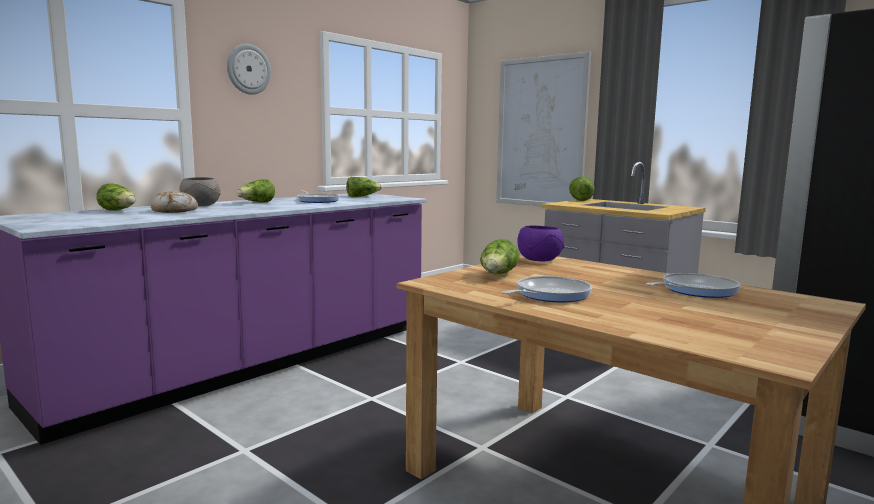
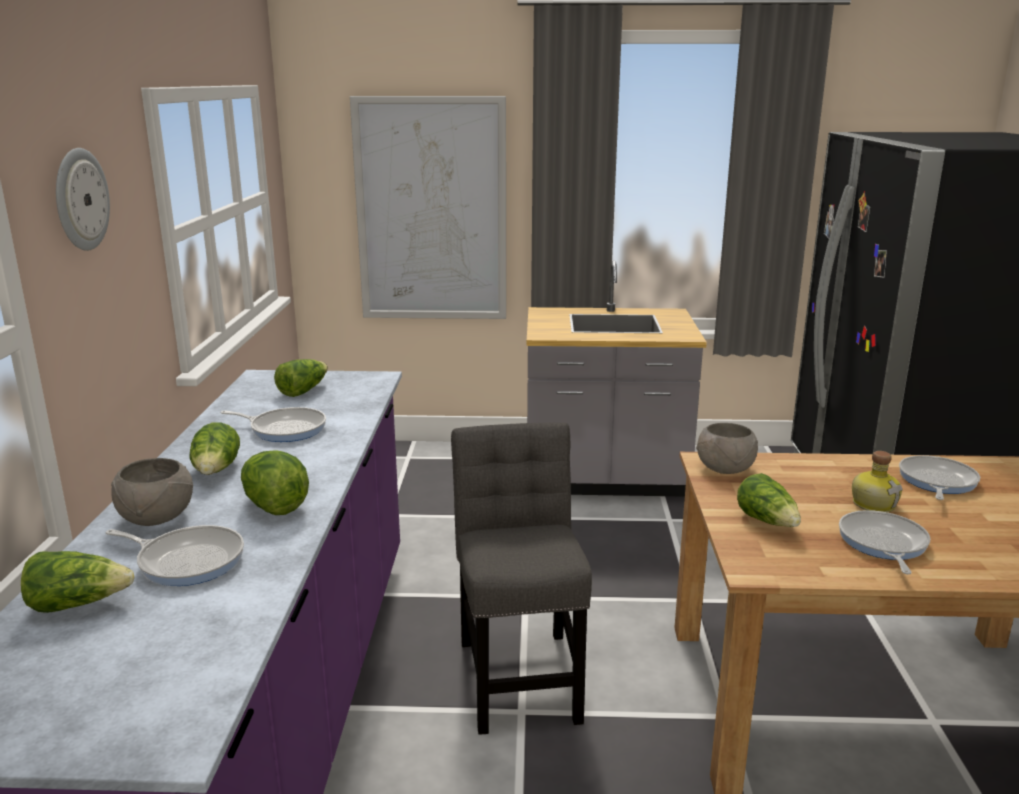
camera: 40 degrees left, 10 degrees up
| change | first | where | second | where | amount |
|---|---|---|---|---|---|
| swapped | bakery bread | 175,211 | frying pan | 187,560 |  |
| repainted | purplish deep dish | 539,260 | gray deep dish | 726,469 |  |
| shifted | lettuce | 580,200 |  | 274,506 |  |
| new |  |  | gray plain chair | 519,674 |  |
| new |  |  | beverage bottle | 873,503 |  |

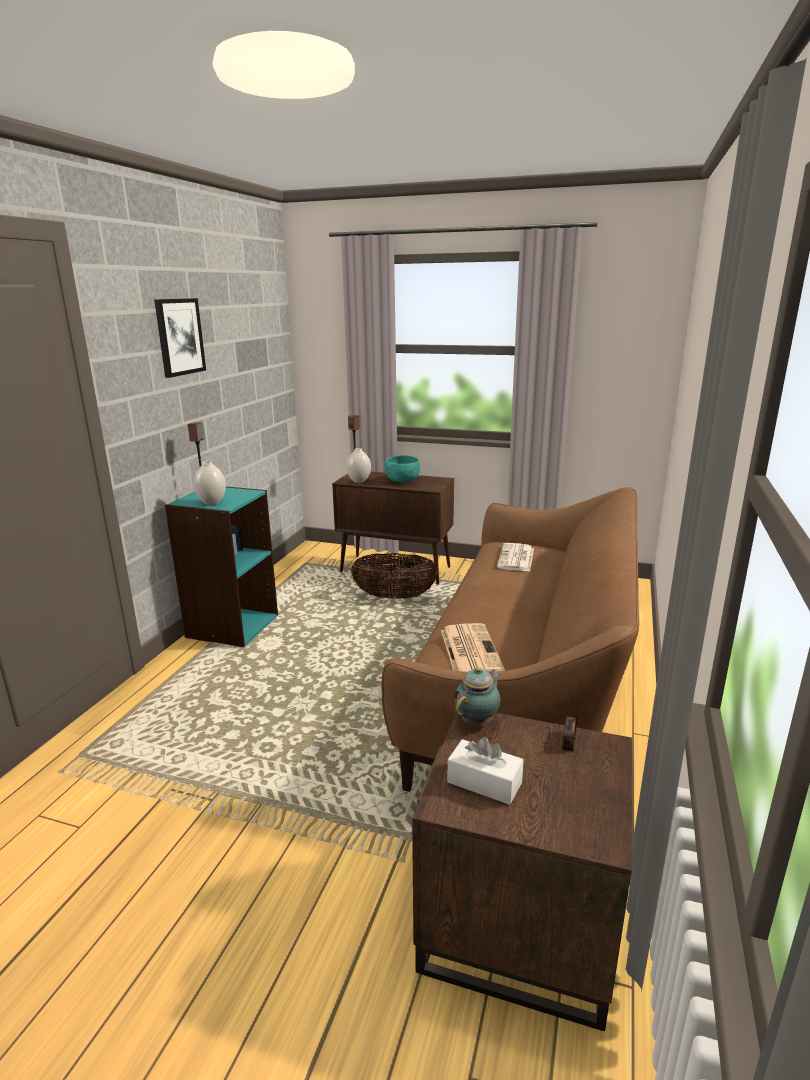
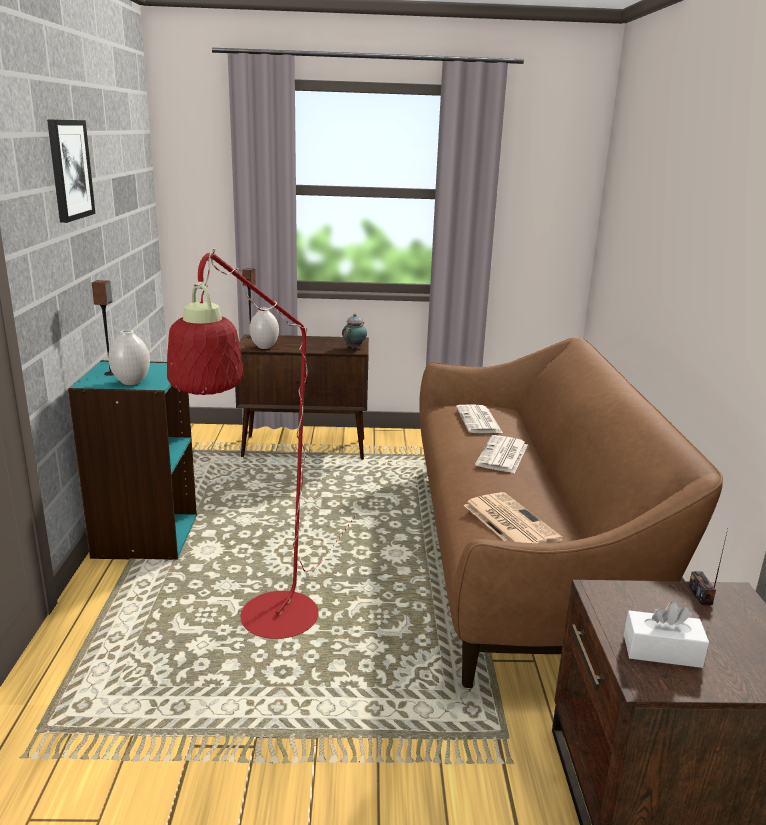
camera: 20 degrees left, 0 degrees up
| change | first | where | second | where | amount |
|---|---|---|---|---|---|
| gone | household basket | 394,597 |  |  |  |
| gone | turquoise-coloured deep dish | 402,481 |  |  |  |
| shifted | pot for tea | 478,721 |  | 355,347 |  |
| new |  |  | reddish standing lamp | 270,627 |  |
| new |  |  | printed paper | 502,455 |  |

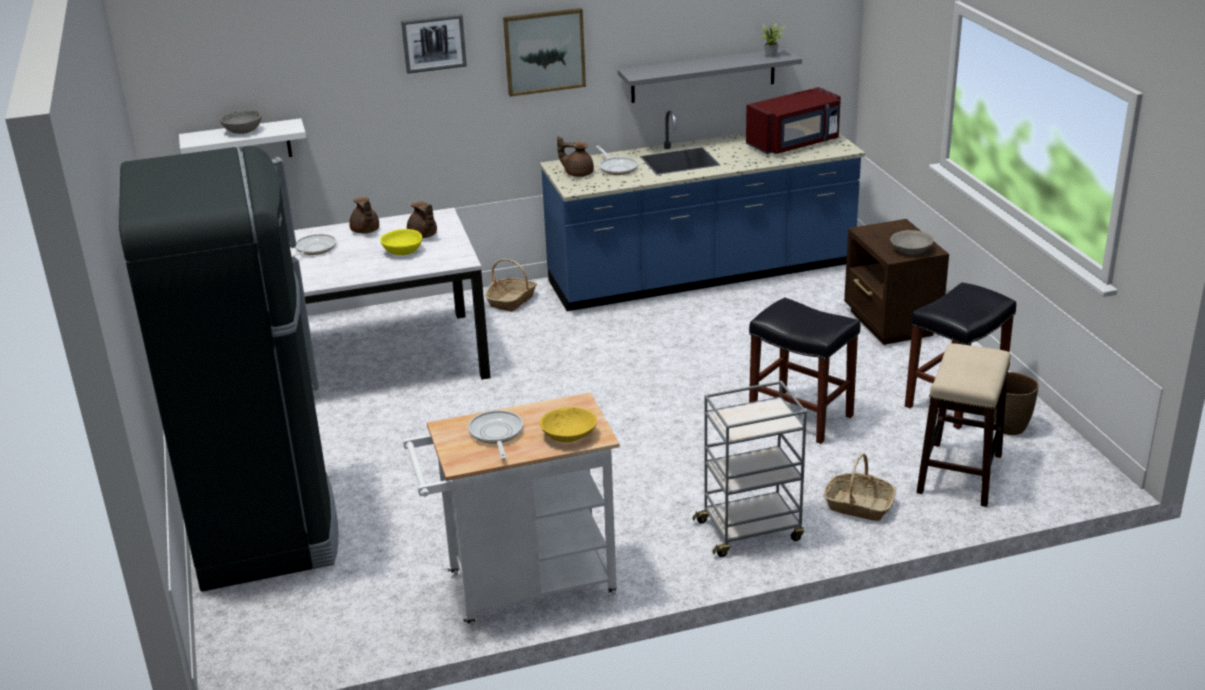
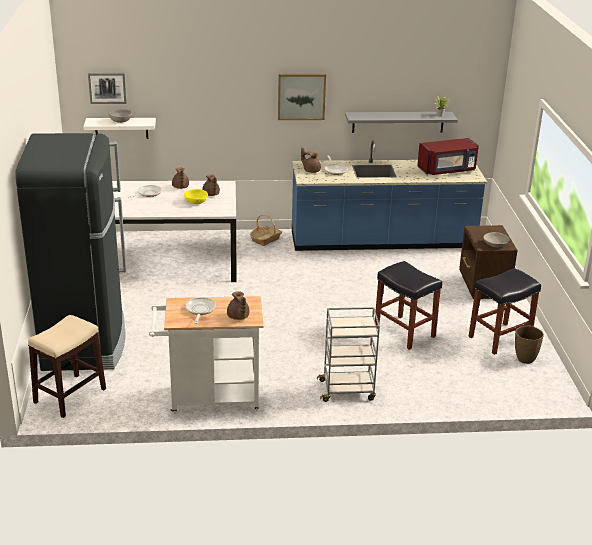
camera: 10 degrees right, 0 degrees up
| change | first | where | second | where | amount |
|---|---|---|---|---|---|
| shifted | picture | 433,43 |  | 107,88 |  |
| swapped | yellow-coloured deep dish | 569,435 | brown pot for tea | 238,317 |  |
| gone | household basket | 858,506 |  |  |  |
| shifted | sitting stool | 959,474 |  | 69,396 |  |

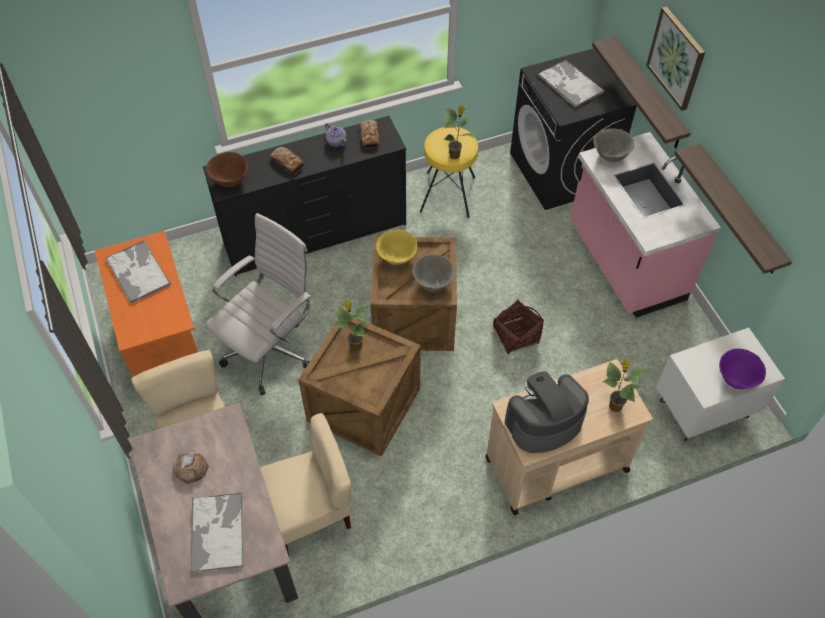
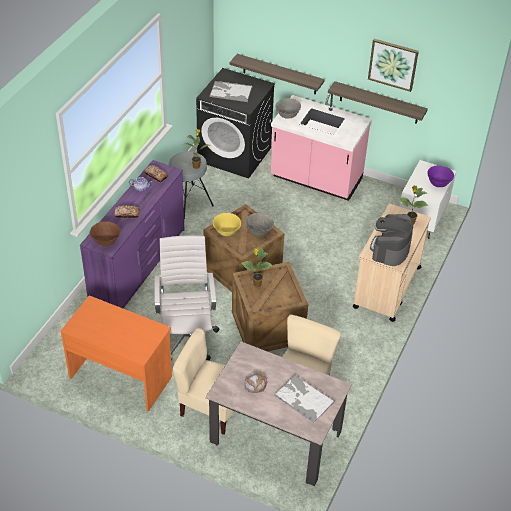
camera: 45 degrees left, 10 degrees down
| change | first | where | second | where | amount |
|---|---|---|---|---|---|
| gone | serving tray | 137,271 |  |  |  |
| repainted | blackish chest of drawers | 316,235 | purplish chest of drawers | 139,266 |  |
| repainted | yellow-coloured sitting stool | 448,194 | gray sitting stool | 188,201 |  |
| gone | household basket | 516,336 |  |  |  |
| shifted | picture | 676,58 |  | 393,64 |  |

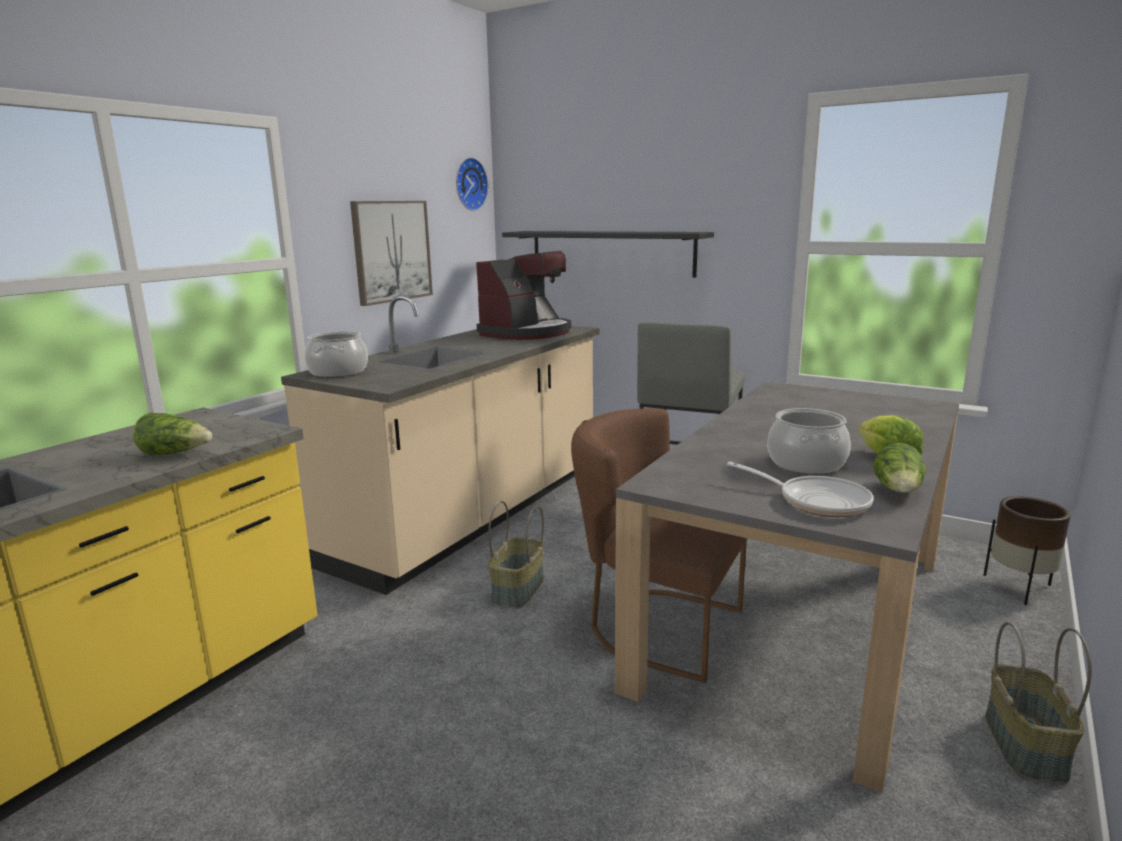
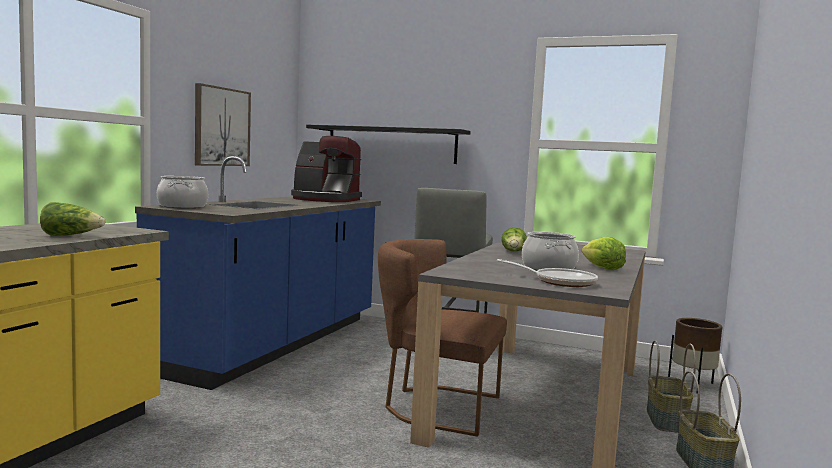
camera: 10 degrees left, 10 degrees down
| change | first | where | second | where | amount |
|---|---|---|---|---|---|
| repainted | beige kitchen counter | 473,515 | bluish kitchen counter | 275,343 |  |
| gone | clock on the wall | 469,184 |  |  |  |
| rotated | coffee brewer | 527,333 |  | 325,199 | 75 degrees clockwise |
| shifted | household basket | 518,590 |  | 667,420 |  |
| shifted | lettuce | 898,491 |  | 514,252 |  |

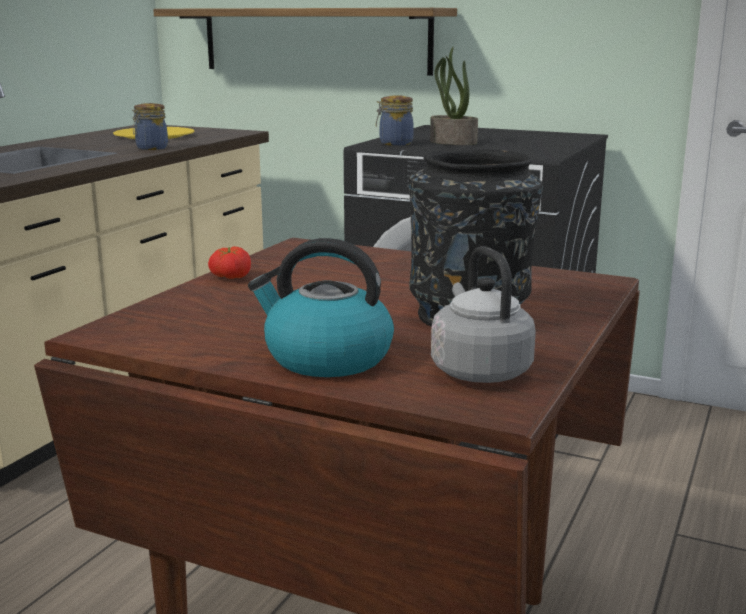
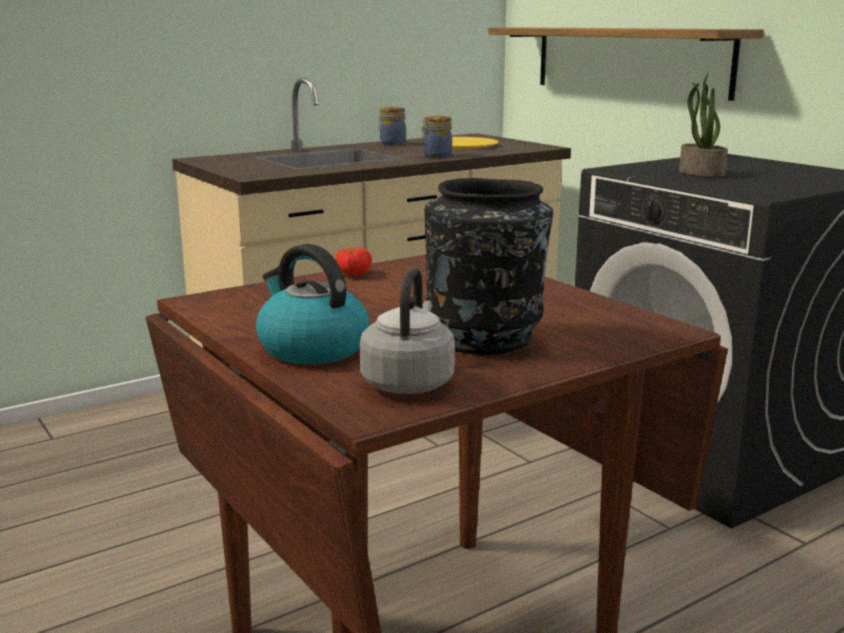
camera: 30 degrees right, 0 degrees up
| change | first | where | second | where | amount |
|---|---|---|---|---|---|
| shifted | preserve jar | 394,143 |  | 391,143 |  |

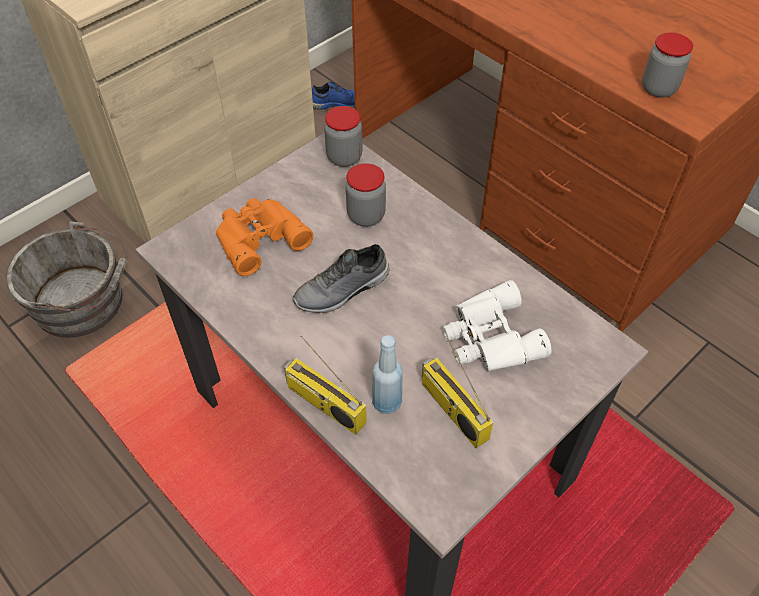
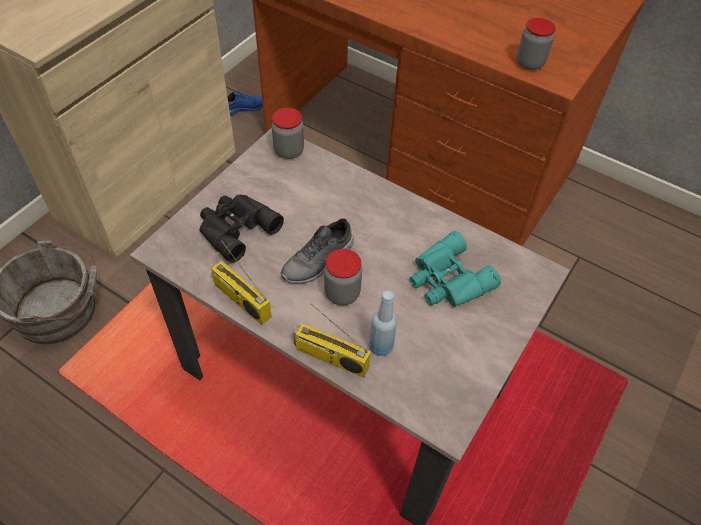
camera: 15 degrees left, 0 degrees up
| change | first | where | second | where | amount |
|---|---|---|---|---|---|
| repainted | orange field glasses | 258,237 | blackish field glasses | 235,228 |  |
| shifted | preserve jar | 366,216 |  | 342,293 |  |
| shifted | radio | 452,410 |  | 240,300 |  |
| repainted | white-coloured field glasses | 489,338 | turquoise-coloured field glasses | 447,280 |  |

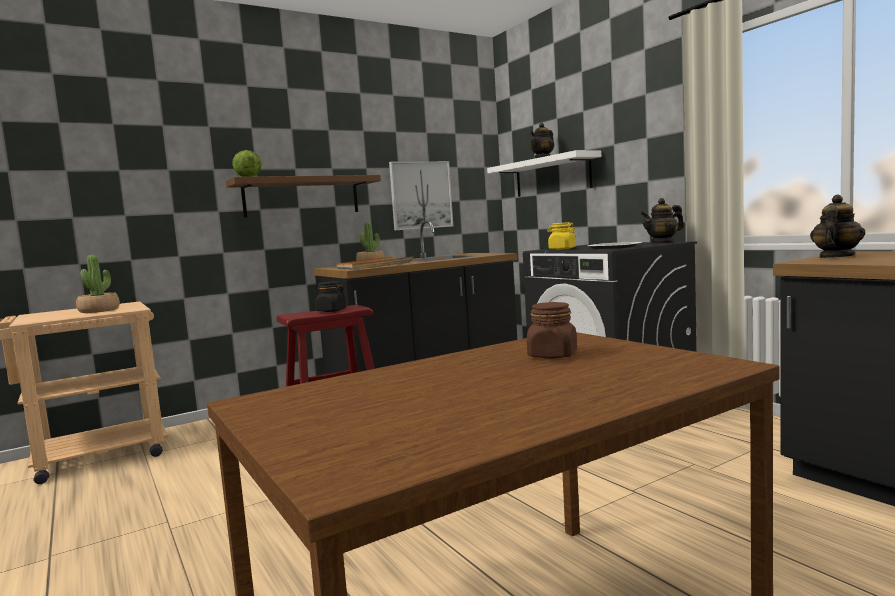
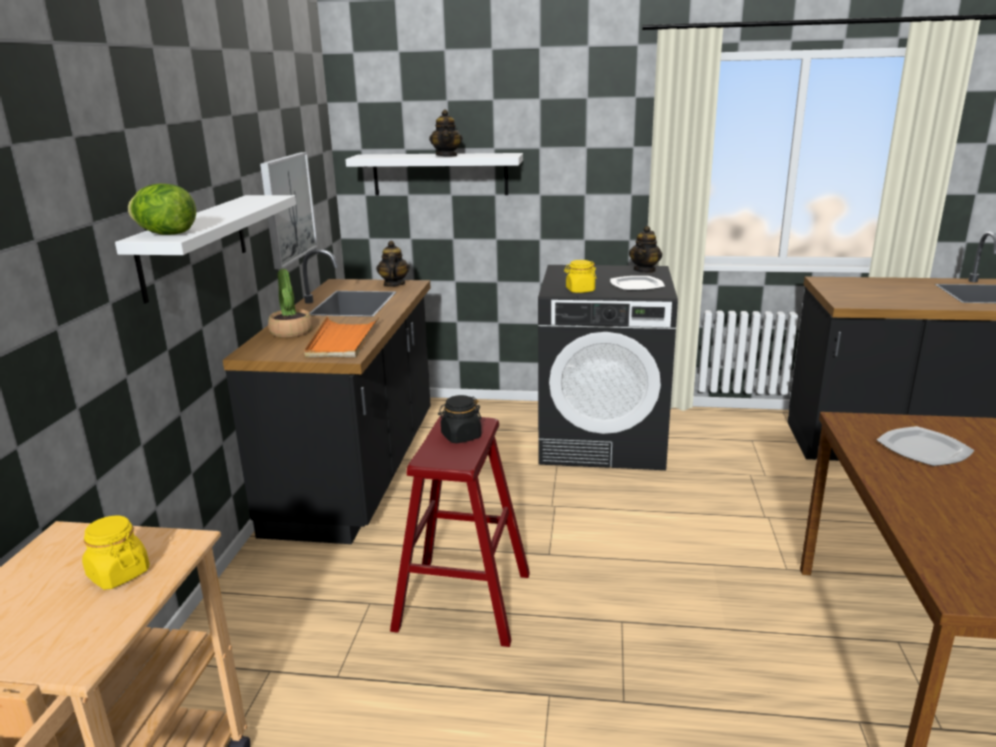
camera: 50 degrees left, 15 degrees up
| change | first | where | second | where | amount |
|---|---|---|---|---|---|
| swapped | houseplant | 99,310 | yellow-coloured preserve jar | 118,574 |  |
| repainted | brown shelf | 302,197 | white-coloured shelf | 195,245 |  |
| swapped | brown preserve jar | 552,355 | flat dish | 922,449 |  |
| shifted | pot for tea | 836,257 |  | 394,284 |  |

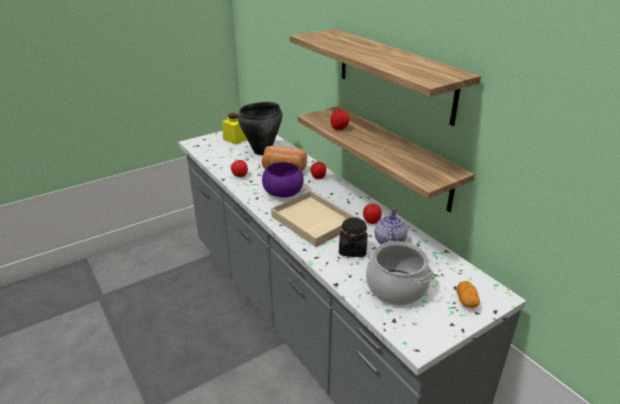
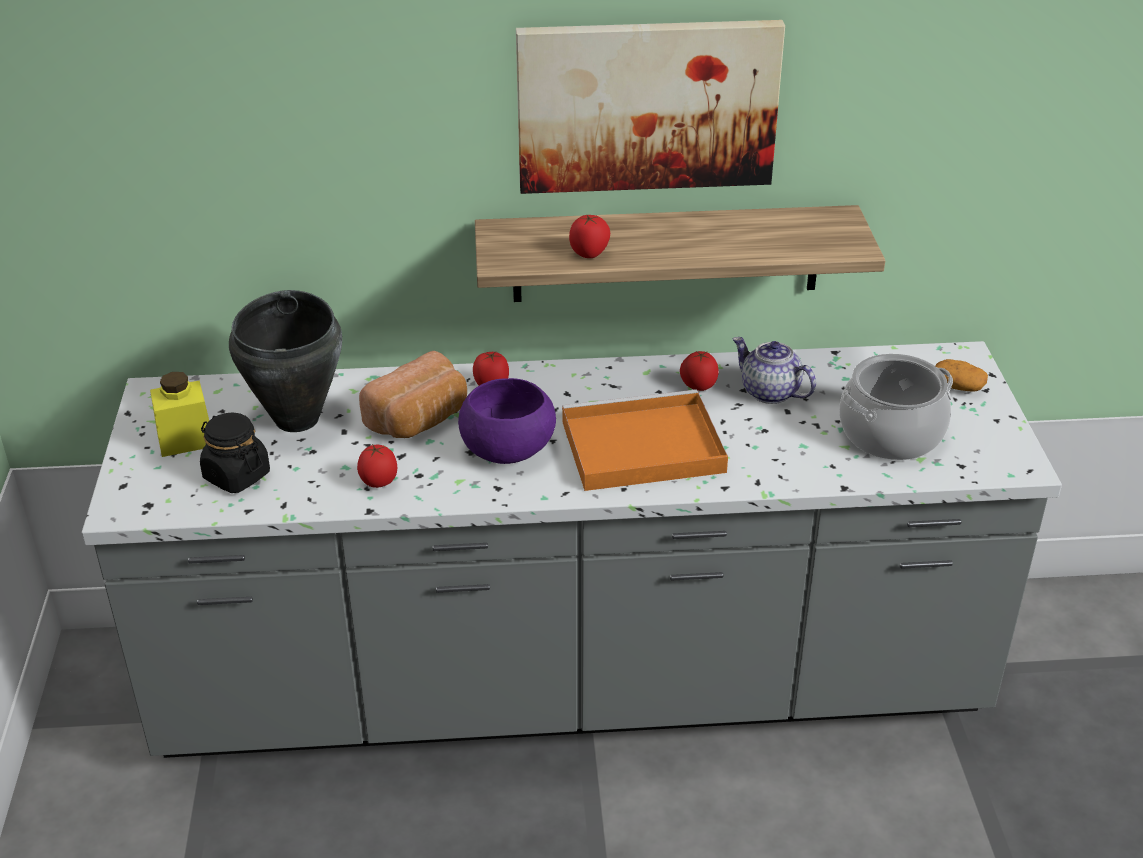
camera: 60 degrees left, 5 degrees up
| change | first | where | second | where | amount |
|---|---|---|---|---|---|
| repainted | beige serving tray | 312,220 | orange serving tray | 639,447 |  |
| swapped | shelf | 394,74 | picture | 647,105 |  |
| shifted | blackish preserve jar | 352,250 |  | 236,476 |  |

